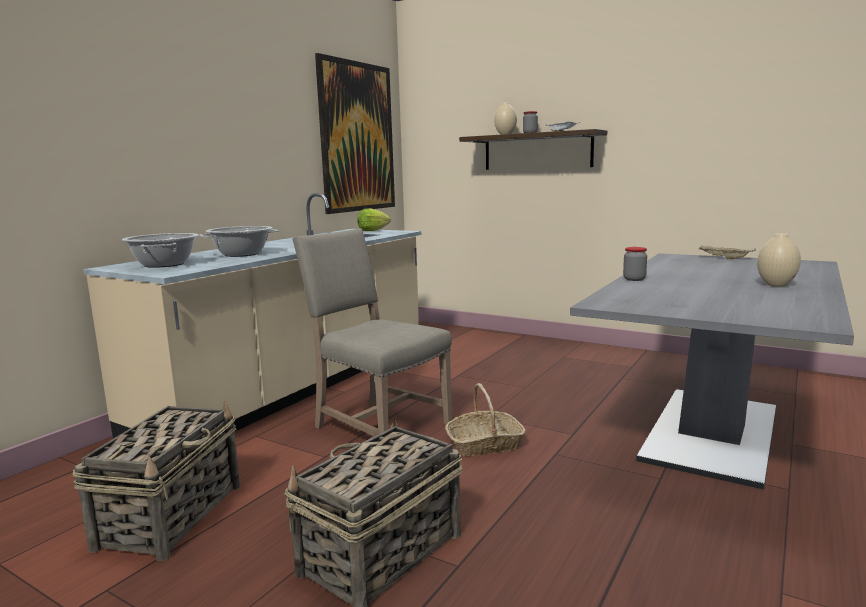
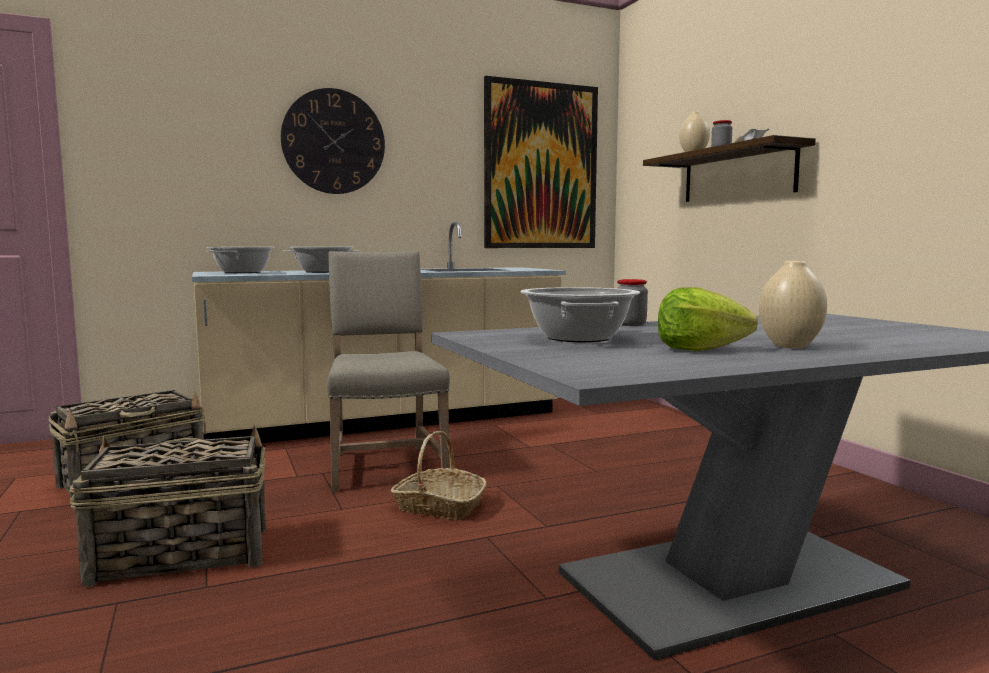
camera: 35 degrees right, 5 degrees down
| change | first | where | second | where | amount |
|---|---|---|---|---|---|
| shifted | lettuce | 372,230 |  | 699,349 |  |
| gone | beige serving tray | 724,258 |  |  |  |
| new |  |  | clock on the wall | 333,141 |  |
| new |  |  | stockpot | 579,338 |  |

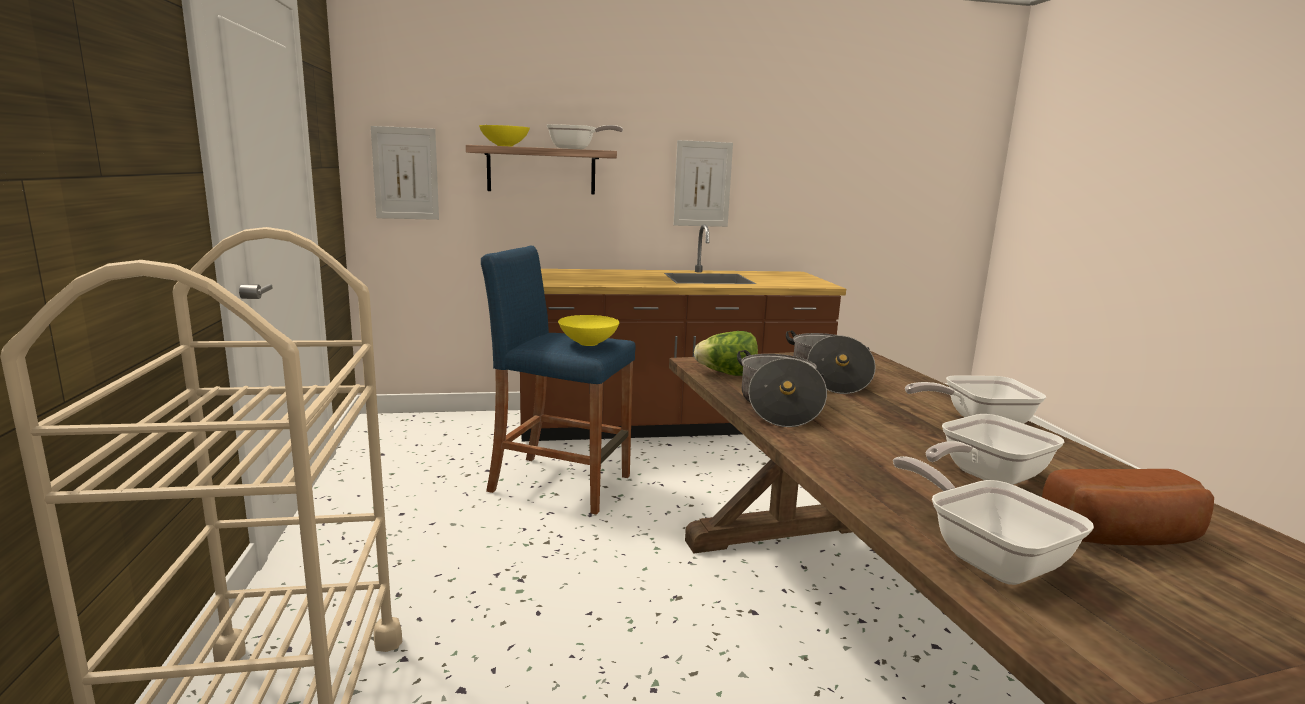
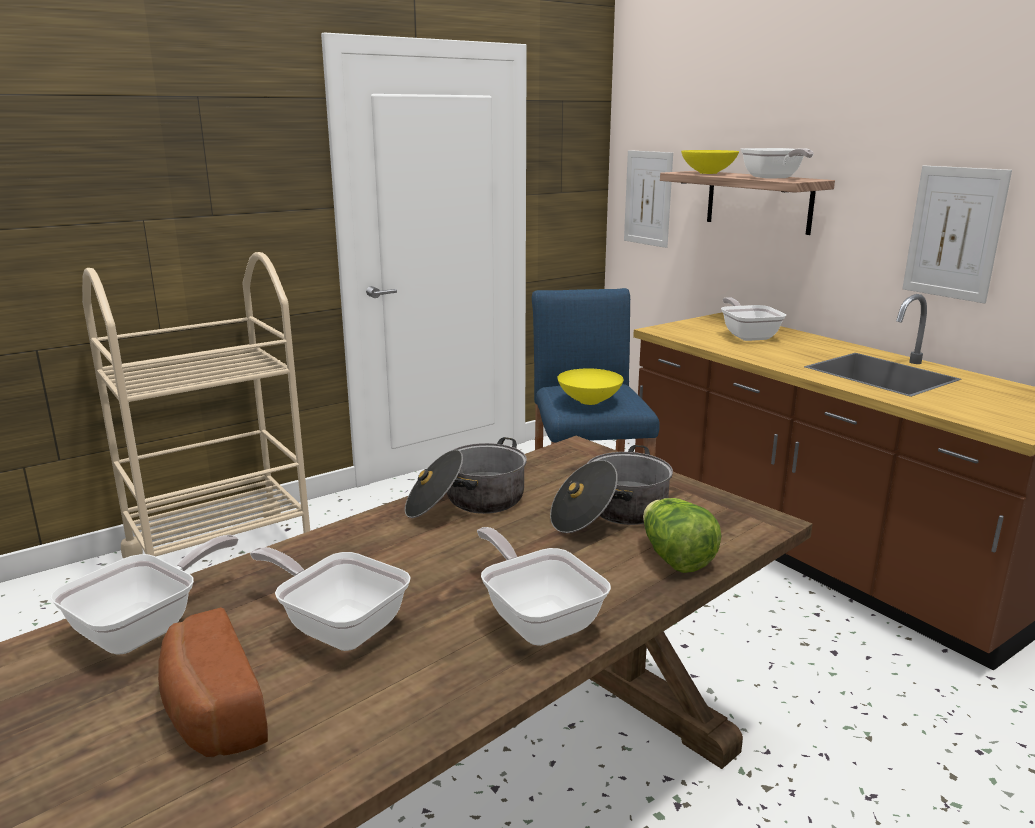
camera: 65 degrees right, 5 degrees up
| change | first | where | second | where | amount |
|---|---|---|---|---|---|
| shifted | lettuce | 727,374 |  | 675,558 |  |
| new |  |  | frying pan | 747,335 |  |

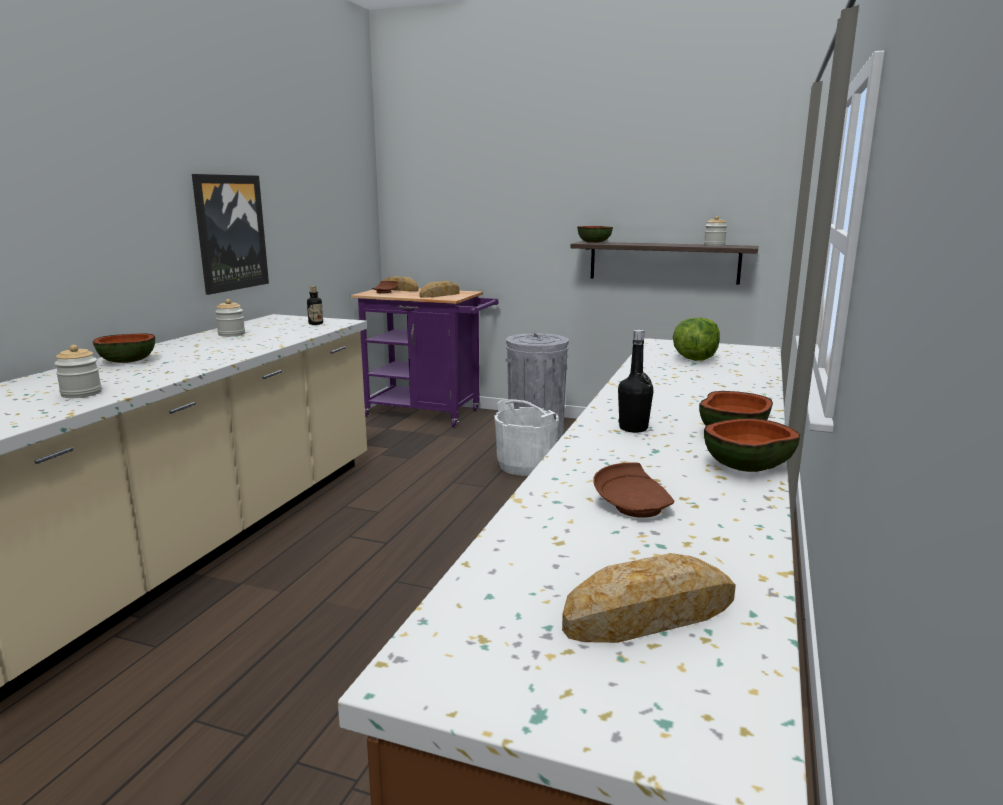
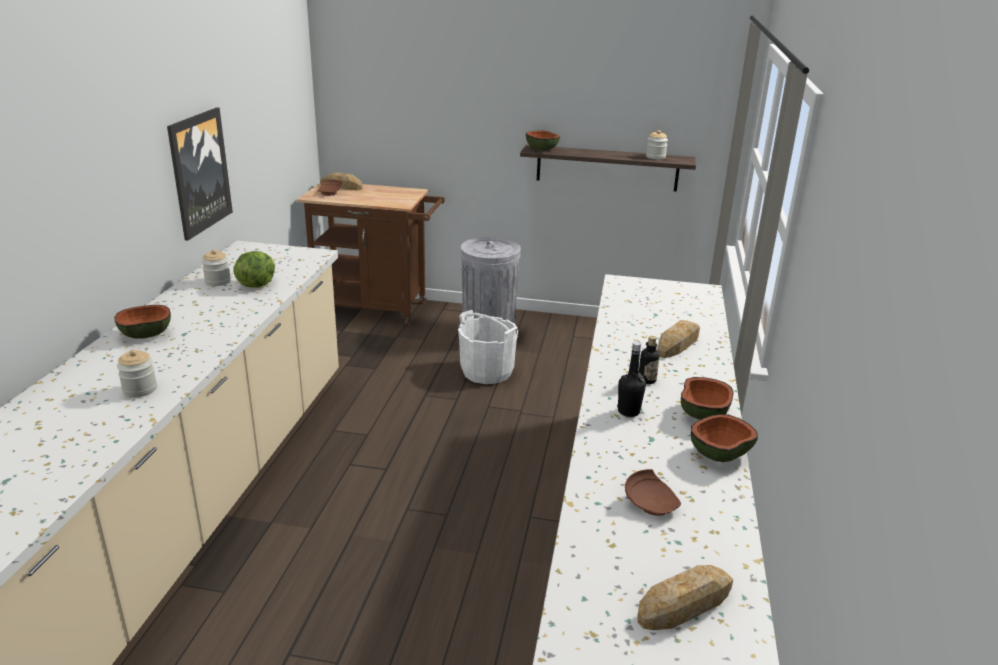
camera: 10 degrees left, 10 degrees up
| change | first | where | second | where | amount |
|---|---|---|---|---|---|
| shifted | beverage bottle | 316,323 |  | 647,380 |  |
| repainted | purplish cart | 429,414 | brown cart | 377,309 |  |
| shifted | bakery bread | 439,295 |  | 677,344 |  |
| shifted | lettuce | 694,359 |  | 256,285 |  |

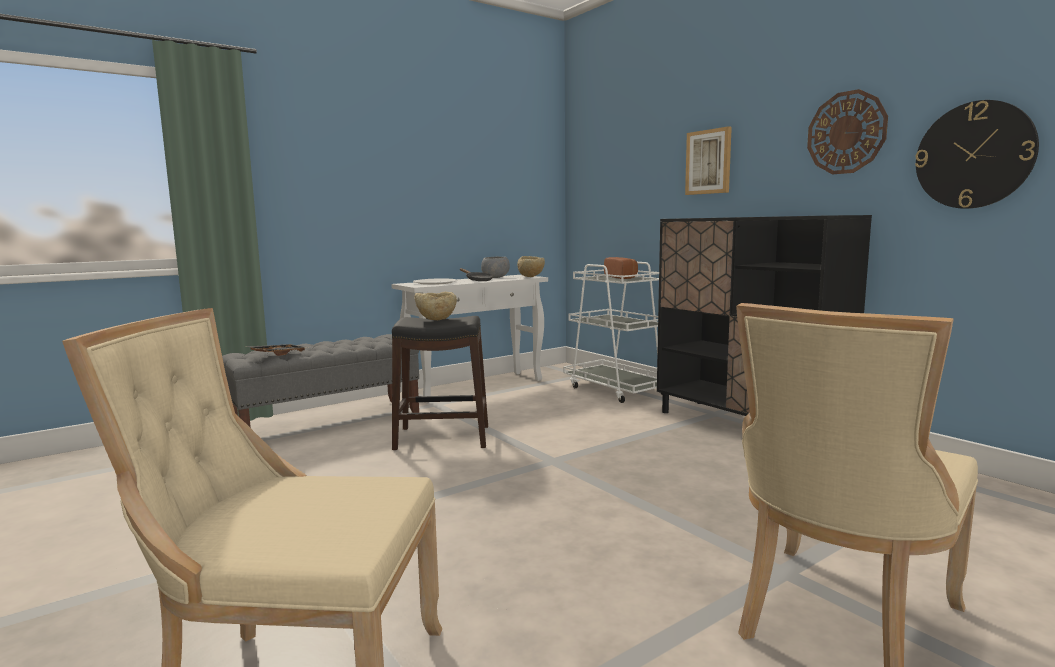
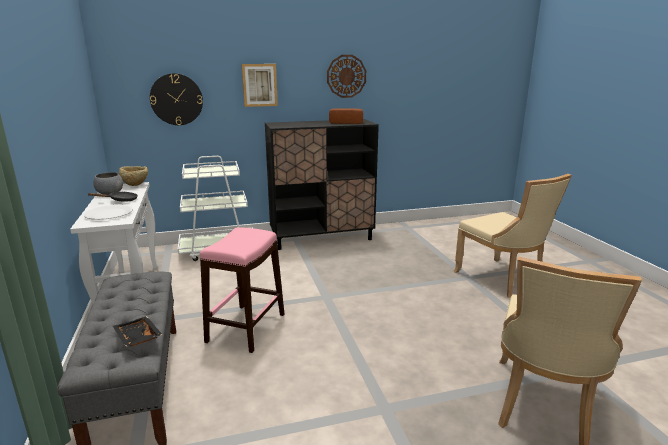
camera: 70 degrees left, 10 degrees up
| change | first | where | second | where | amount |
|---|---|---|---|---|---|
| repainted | blackish sitting stool | 442,437 | pinkish sitting stool | 245,328 |  |
| gone | beige deep dish | 436,319 |  |  |  |
| shifted | bakery bread | 622,277 |  | 346,123 |  |
| shifted | clock on the wall | 974,155 |  | 176,99 |  |

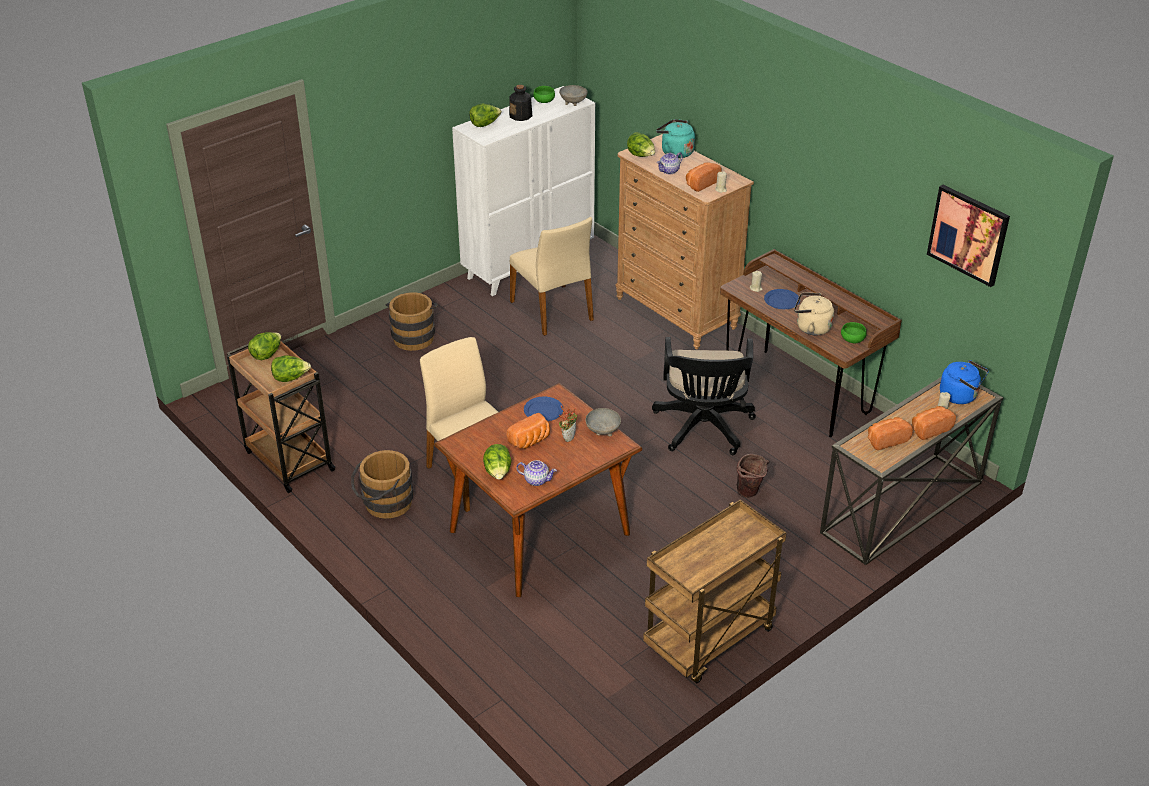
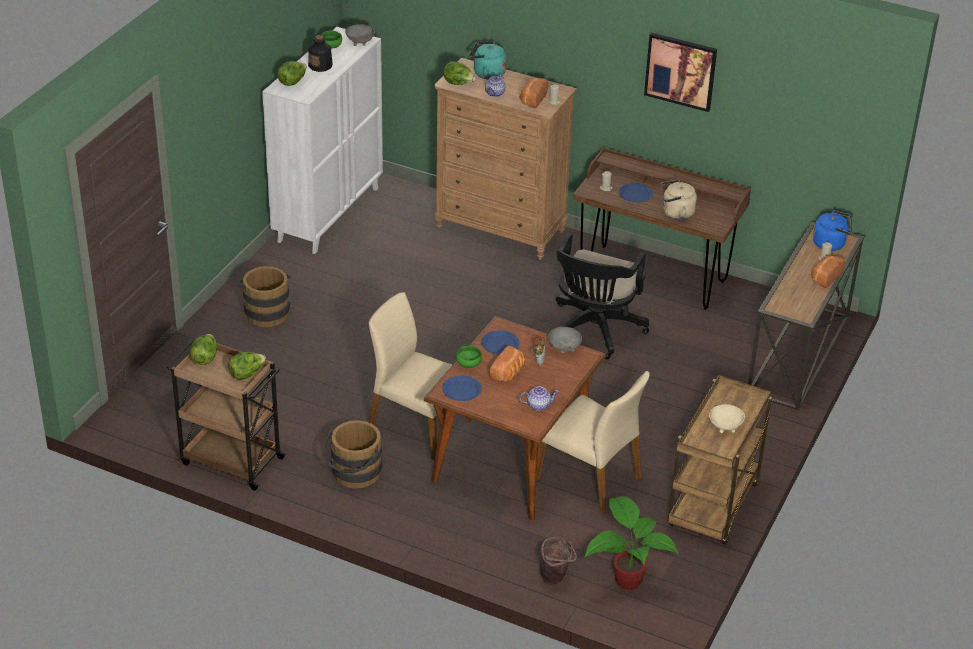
camera: 25 degrees left, 0 degrees up
| change | first | where | second | where | amount |
|---|---|---|---|---|---|
| gone | lettuce | 498,473 |  |  |  |
| shifted | beige plain chair | 553,310 |  | 589,478 |  |
| rotated | blackish office chair | 703,429 |  | 594,331 | 45 degrees clockwise |
| shifted | brown bucket | 750,493 |  | 555,579 |  |
| shifted | green deep dish | 852,340 |  | 468,364 |  |
| gone | bakery bread | 886,440 |  |  |  |
| shifted | picture | 968,234 |  | 680,71 |  |
| new |  |  | bluish flat dish | 461,390 |  |
| new |  |  | houseplant | 625,580 |  |
| new |  |  | beige deep dish | 725,426 |  |

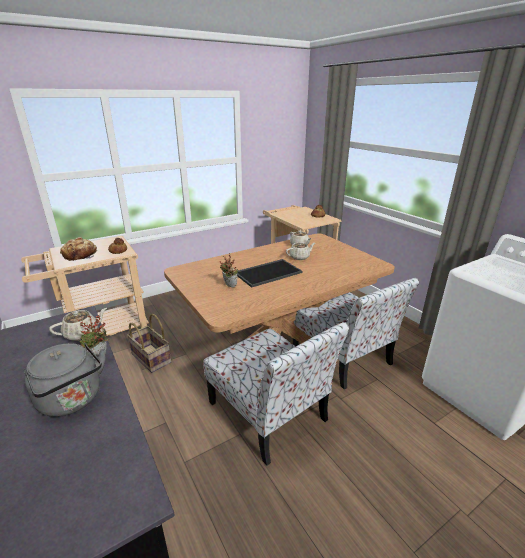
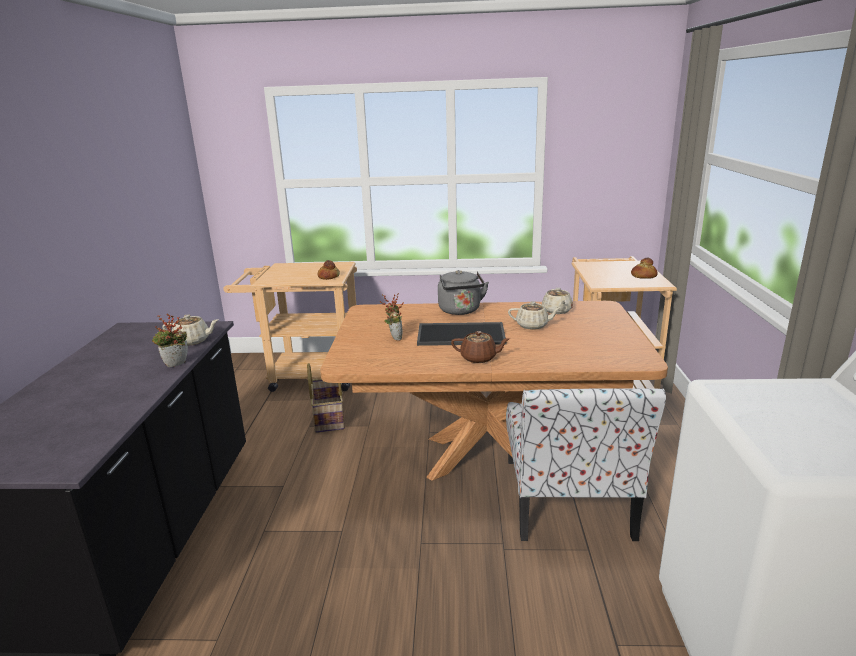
camera: 35 degrees right, 5 degrees down
| change | first | where | second | where | amount |
|---|---|---|---|---|---|
| shifted | gray kettle | 73,400 |  | 460,311 |  |
| gone | bakery bread | 80,255 |  |  |  |
| gone | plain chair | 269,413 |  |  |  |
| new |  |  | brown pot for tea | 479,358 |  |

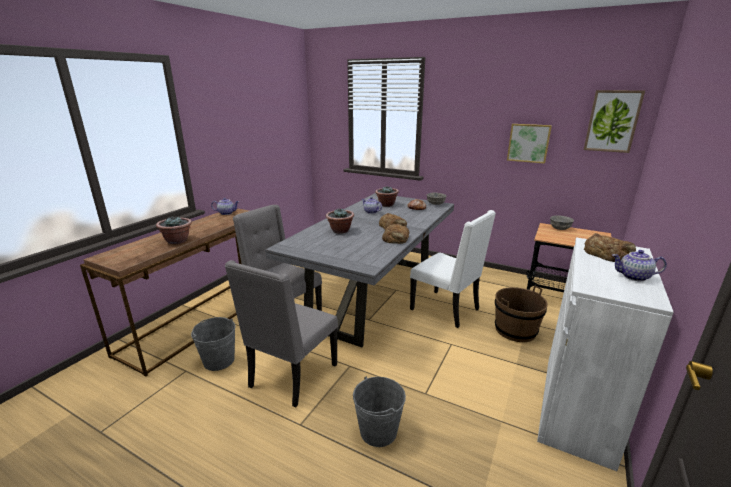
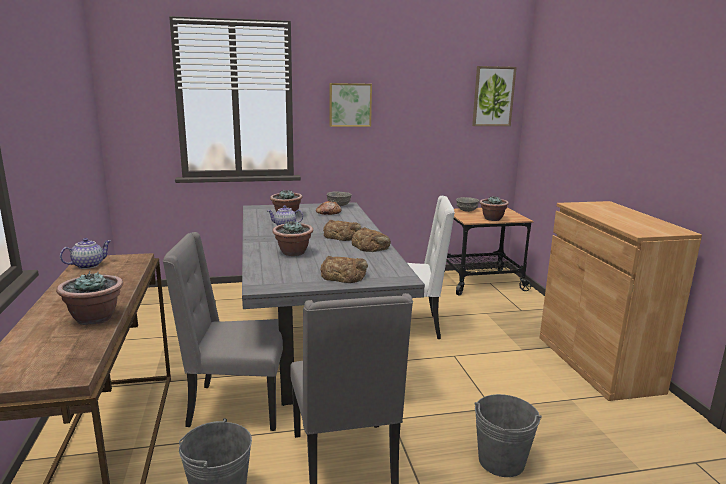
camera: 40 degrees left, 5 degrees down
| change | first | where | second | where | amount |
|---|---|---|---|---|---|
| gone | brown bucket | 515,330 |  |  |  |
| shifted | picture | 528,143 |  | 350,105 |  |
| repainted | white-coloured storage cabinet | 577,407 | brown storage cabinet | 597,363 |  |
| shifted | bakery bread | 607,253 |  | 343,275 |  |
| gone | pot for tea | 633,277 |  |  |  |
| new |  |  | houseplant | 492,219 |  |

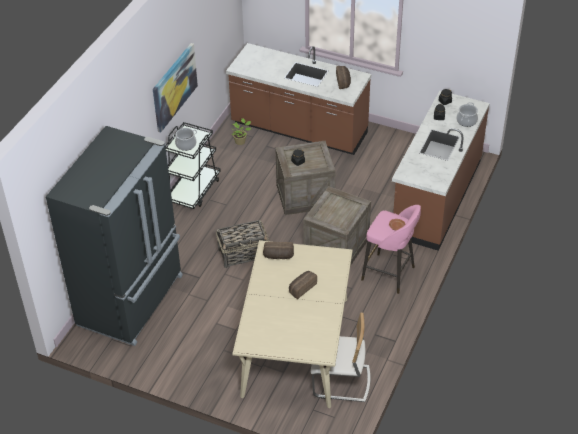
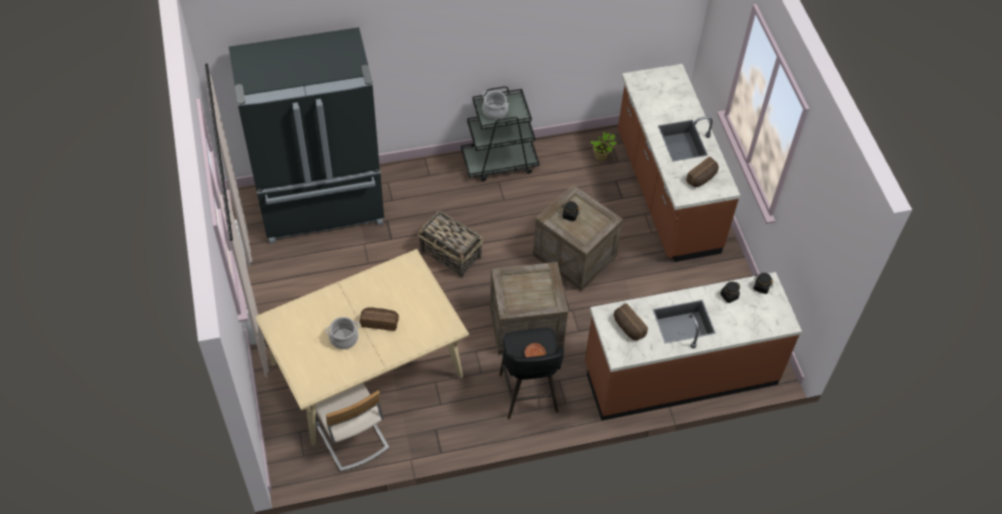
camera: 50 degrees right, 10 degrees up
| change | first | where | second | where | amount |
|---|---|---|---|---|---|
| gone | picture | 174,87 |  |  |  |
| shifted | bakery bread | 278,256 |  | 628,328 |  |
| repainted | pinkish sitting stool | 389,274 | blackish sitting stool | 528,395 |  |
| shifted | stockpot | 466,121 |  | 344,338 |  |

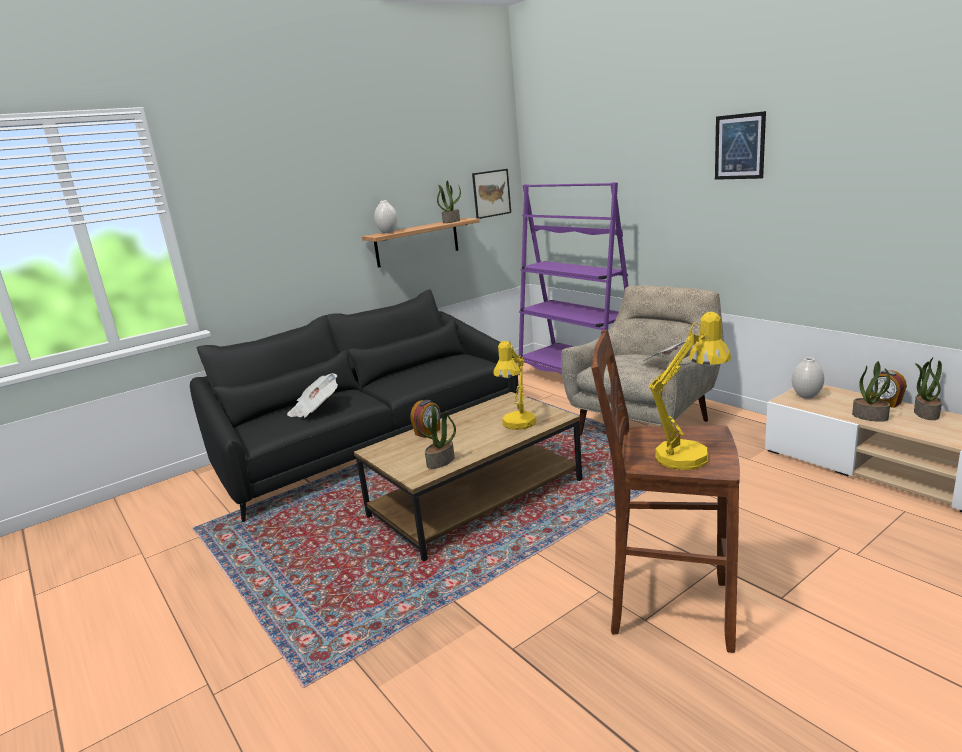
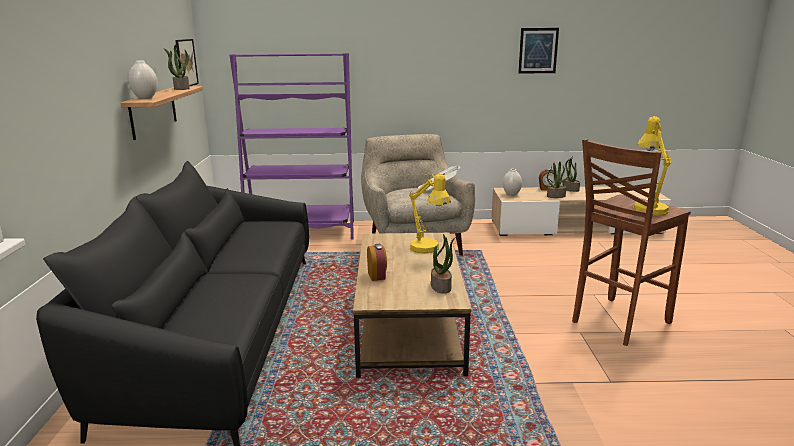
camera: 55 degrees left, 0 degrees up
| change | first | where | second | where | amount |
|---|---|---|---|---|---|
| gone | printed paper | 315,409 |  |  |  |
| shifted | picture | 739,146 |  | 538,50 |  |

